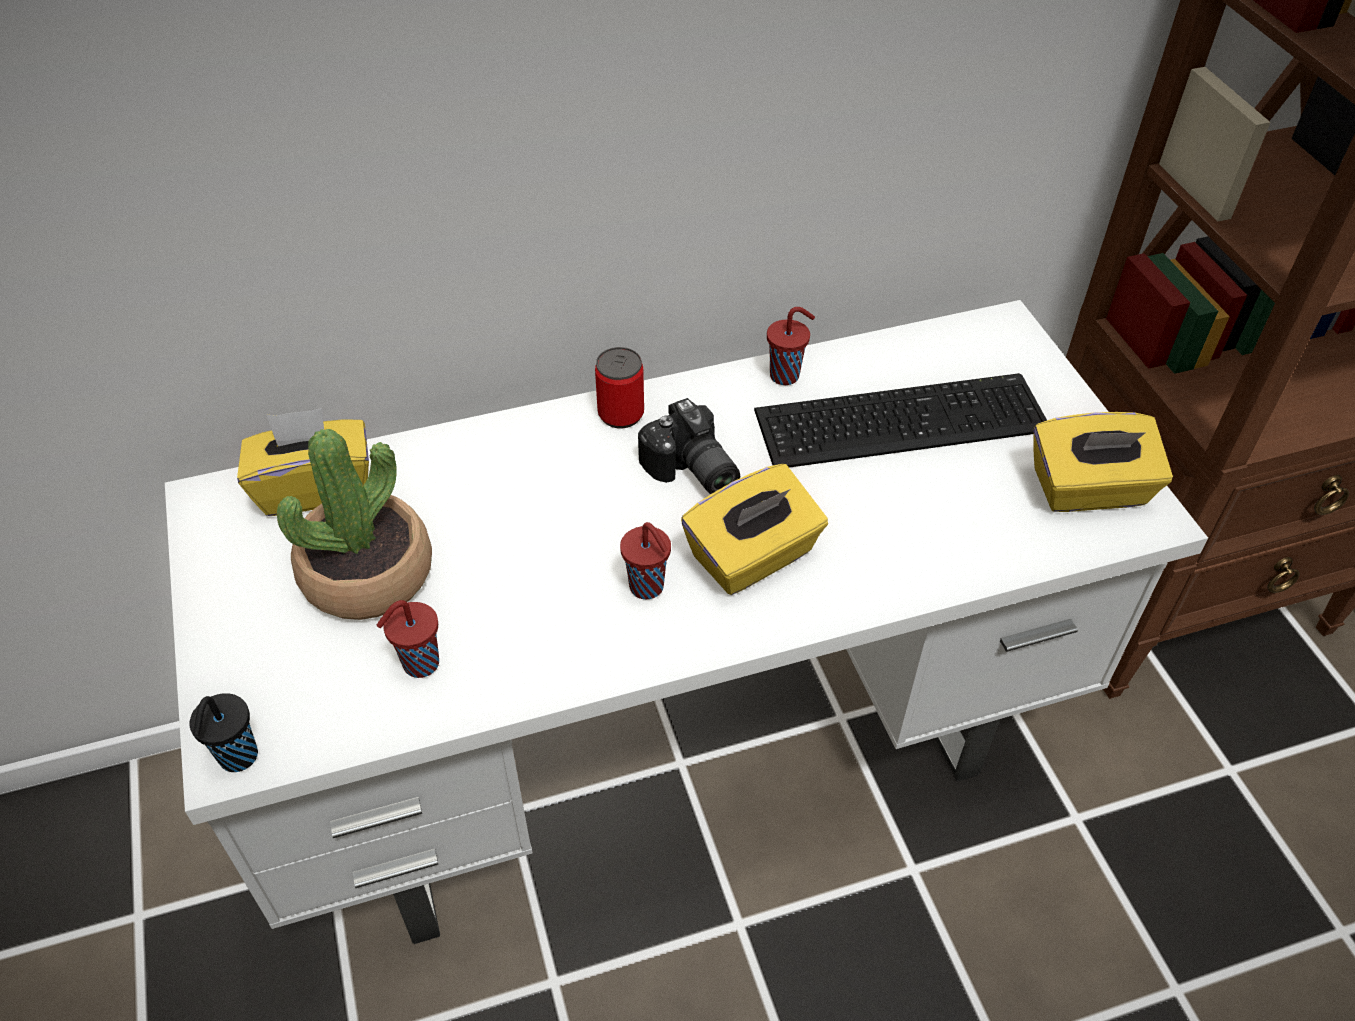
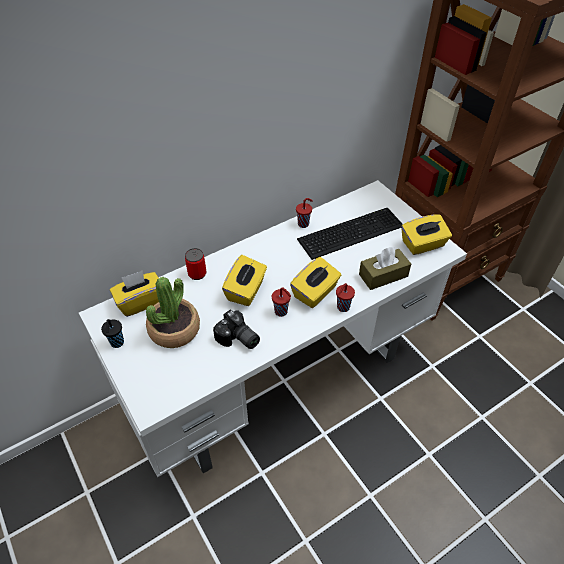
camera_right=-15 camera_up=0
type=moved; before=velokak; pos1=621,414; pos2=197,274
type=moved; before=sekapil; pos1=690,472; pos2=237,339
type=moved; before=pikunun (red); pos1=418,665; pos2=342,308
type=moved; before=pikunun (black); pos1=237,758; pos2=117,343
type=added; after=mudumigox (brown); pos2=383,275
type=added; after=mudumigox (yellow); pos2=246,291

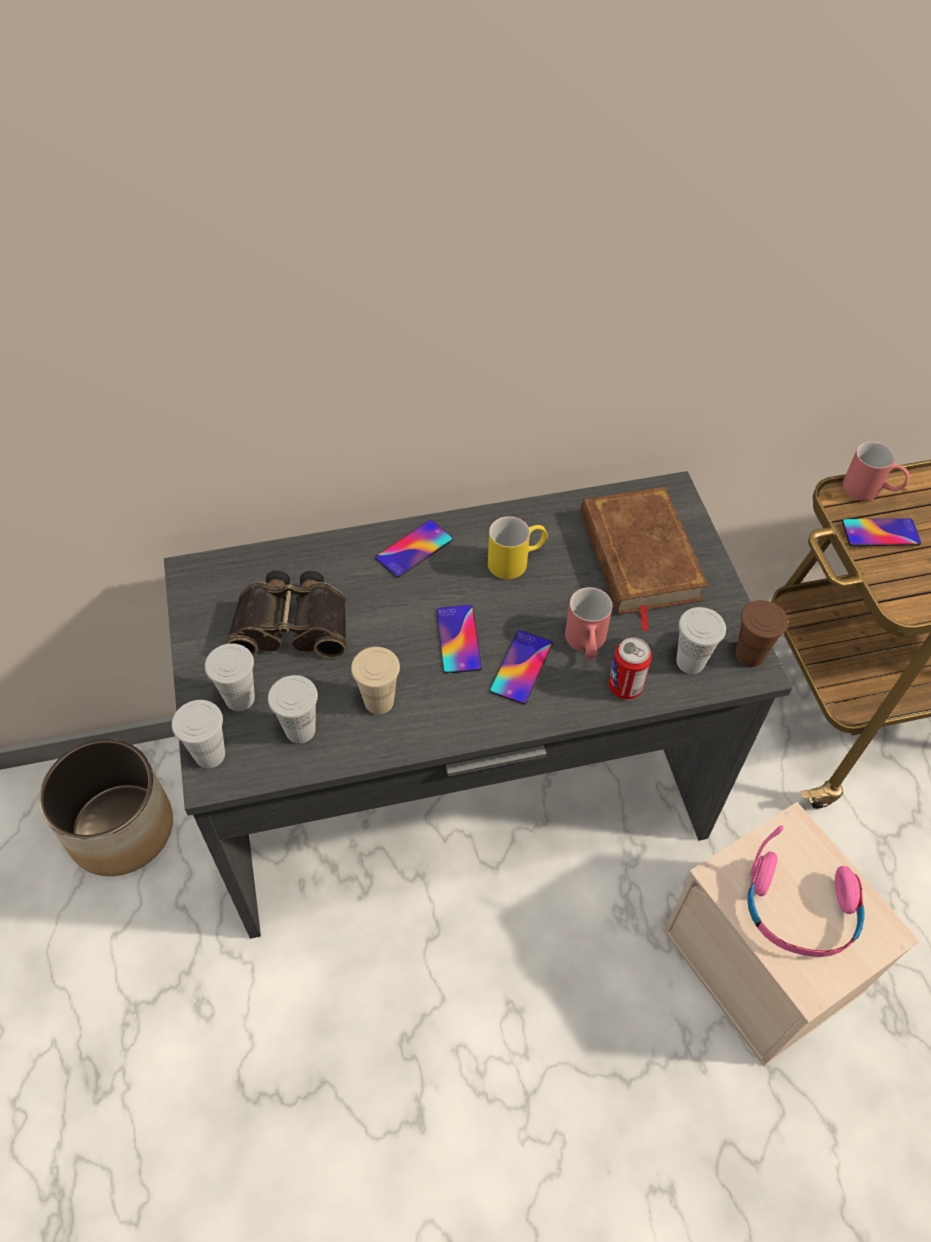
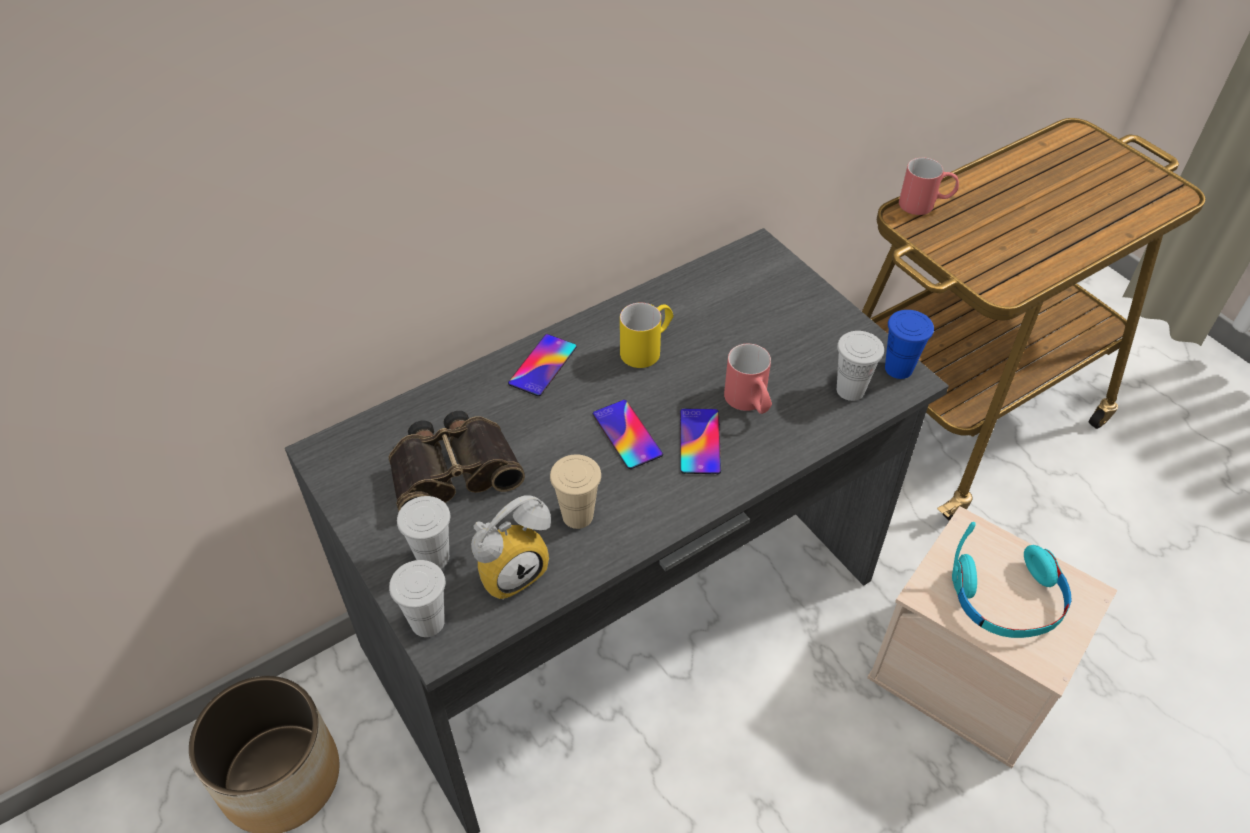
camera_right=-20 camera_up=-5
type=removed; before=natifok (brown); pos1=638,557
type=removed; before=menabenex; pos1=880,533
type=recoloured; before=pikunun (brown); after=pikunun (blue); pos1=749,655; pos2=898,368
type=removed; before=velokak; pos1=625,686
type=replaced; before=pikunun (white); after=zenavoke; pos1=300,730; pos2=511,568
type=recoloured; before=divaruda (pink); after=divaruda (turquoise); pos1=800,911; pos2=1008,600

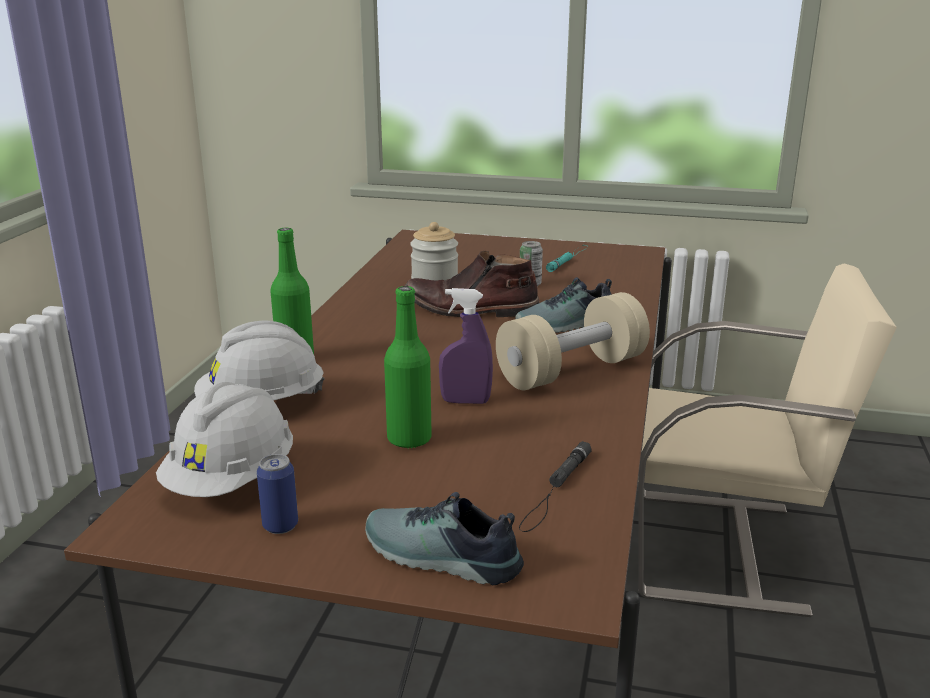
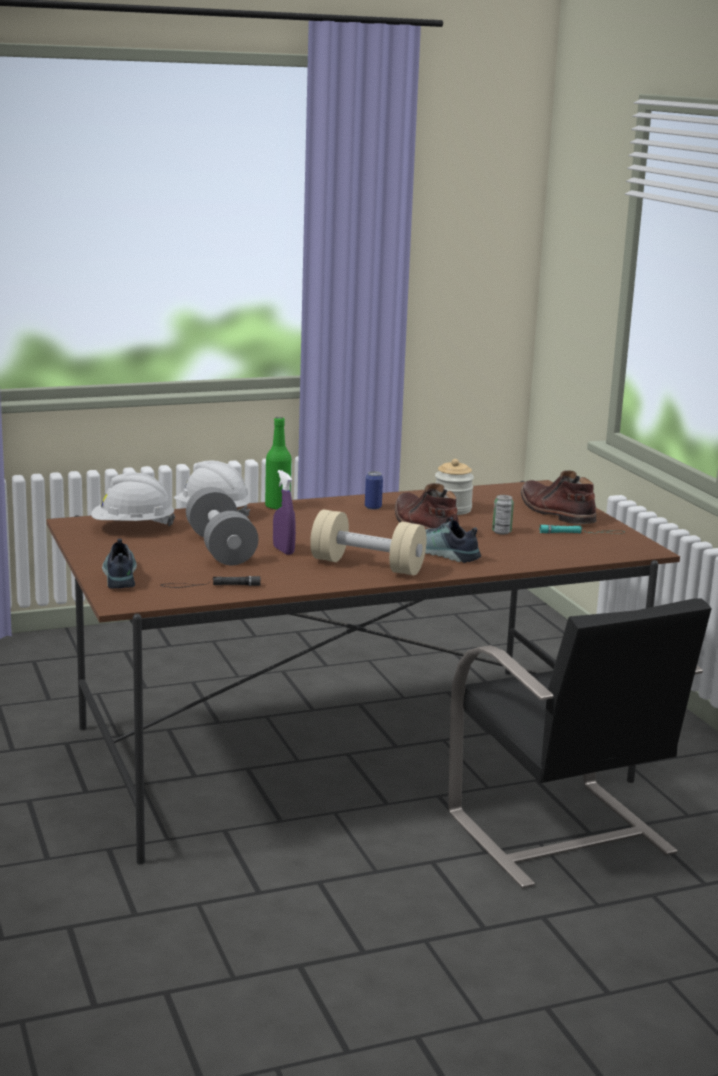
camera_right=55 camera_up=-5
type=recoloured; before=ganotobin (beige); after=ganotobin (black); pos1=721,550; pos2=561,835
type=replaced; before=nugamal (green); after=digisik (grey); pos1=409,439; pos2=221,548
type=moved; before=velokak; pos1=280,525; pos2=373,507
type=added; after=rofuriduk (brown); pos2=555,512

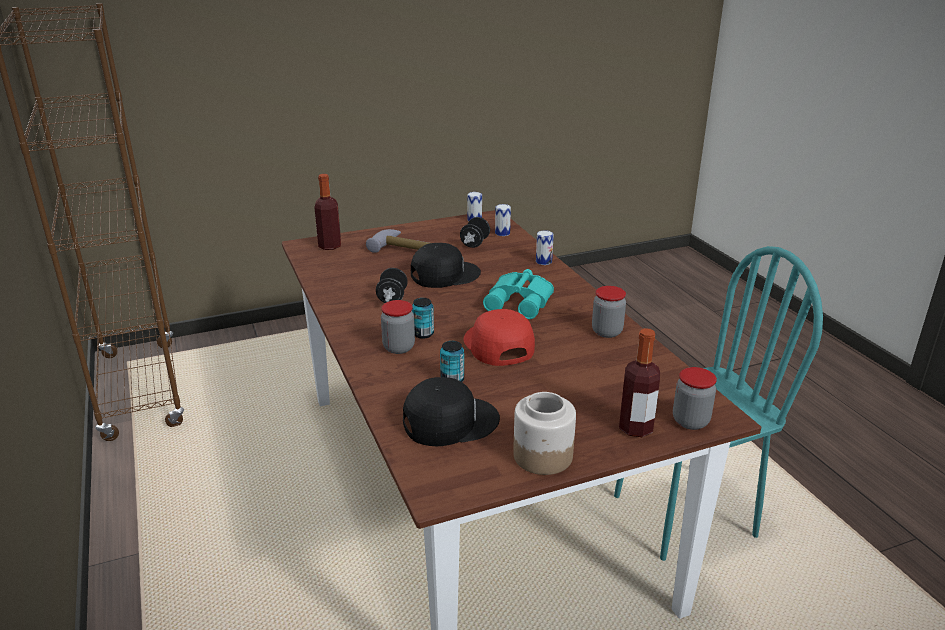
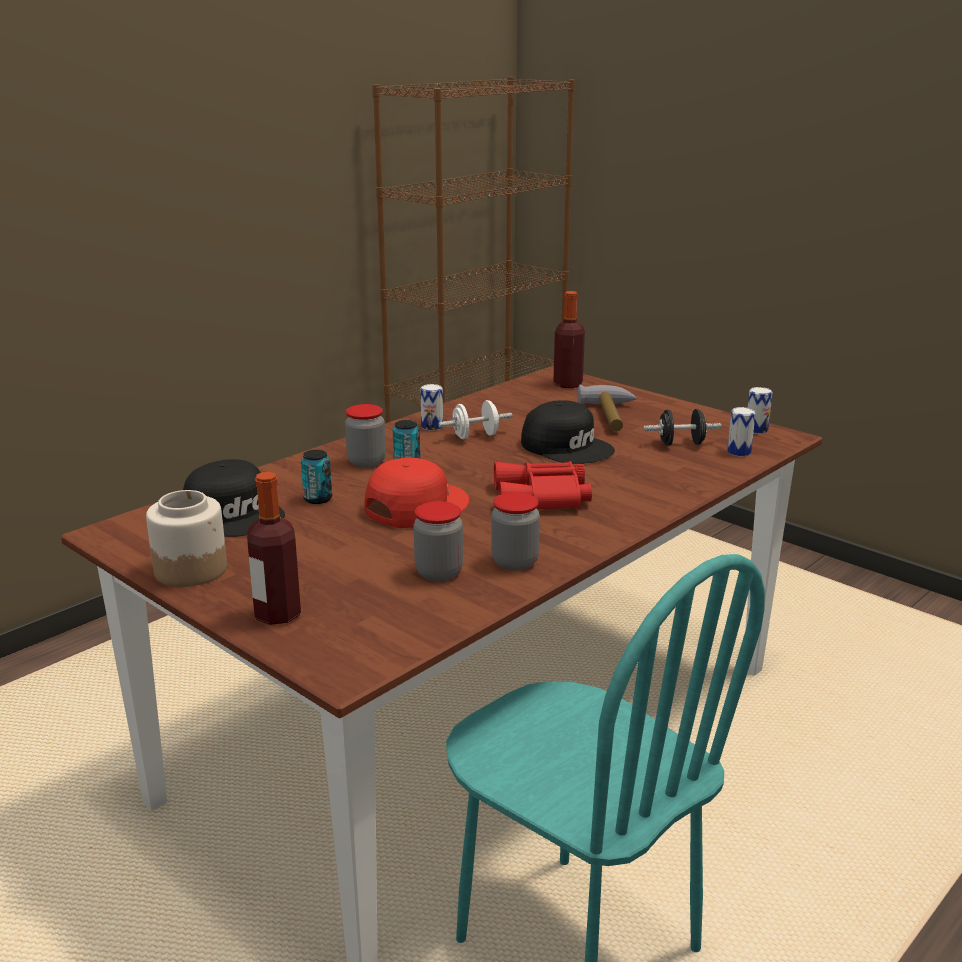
camera_right=65 camera_up=-5
type=moved; before=velokak; pos1=543,261; pos2=432,426
type=recoloured; before=digisik (black); after=digisik (white); pos1=392,298; pos2=475,436
type=recoloured; before=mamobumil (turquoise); after=mamobumil (red); pos1=521,301; pos2=543,498
type=moved; before=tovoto; pos1=690,421; pos2=439,572

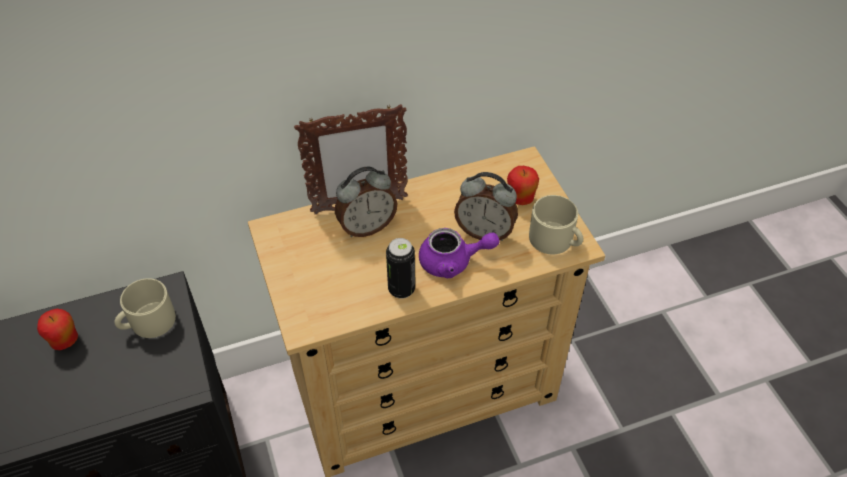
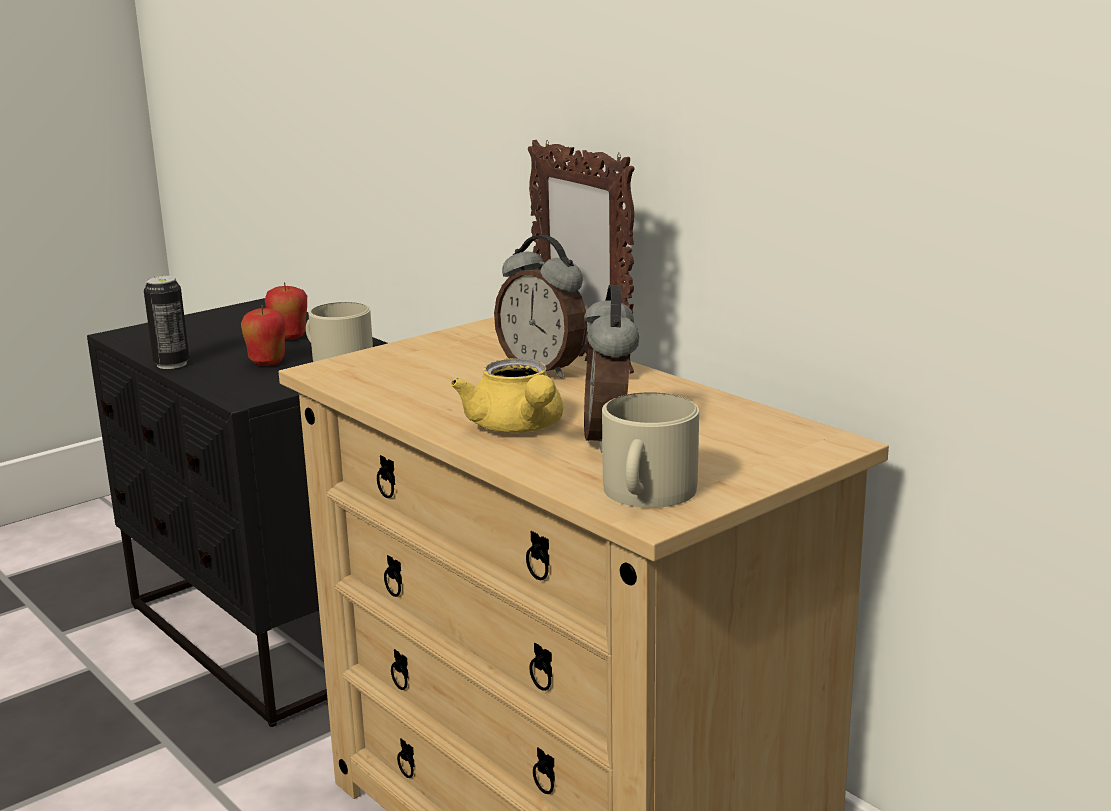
camera_right=70 camera_up=-30
type=moved; before=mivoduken; pos1=520,199; pos2=267,363
type=recoloured; before=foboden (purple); after=foboden (yellow); pos1=453,262; pos2=518,428
type=moved; before=velokak; pos1=401,289; pos2=172,364

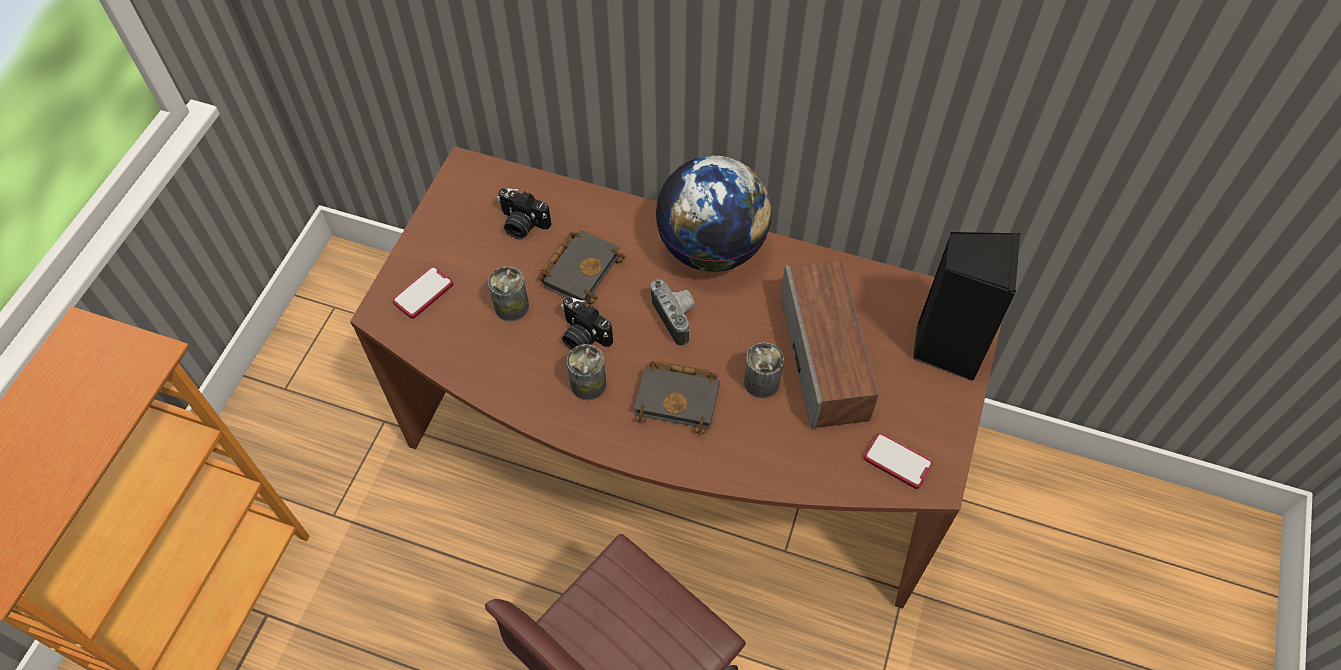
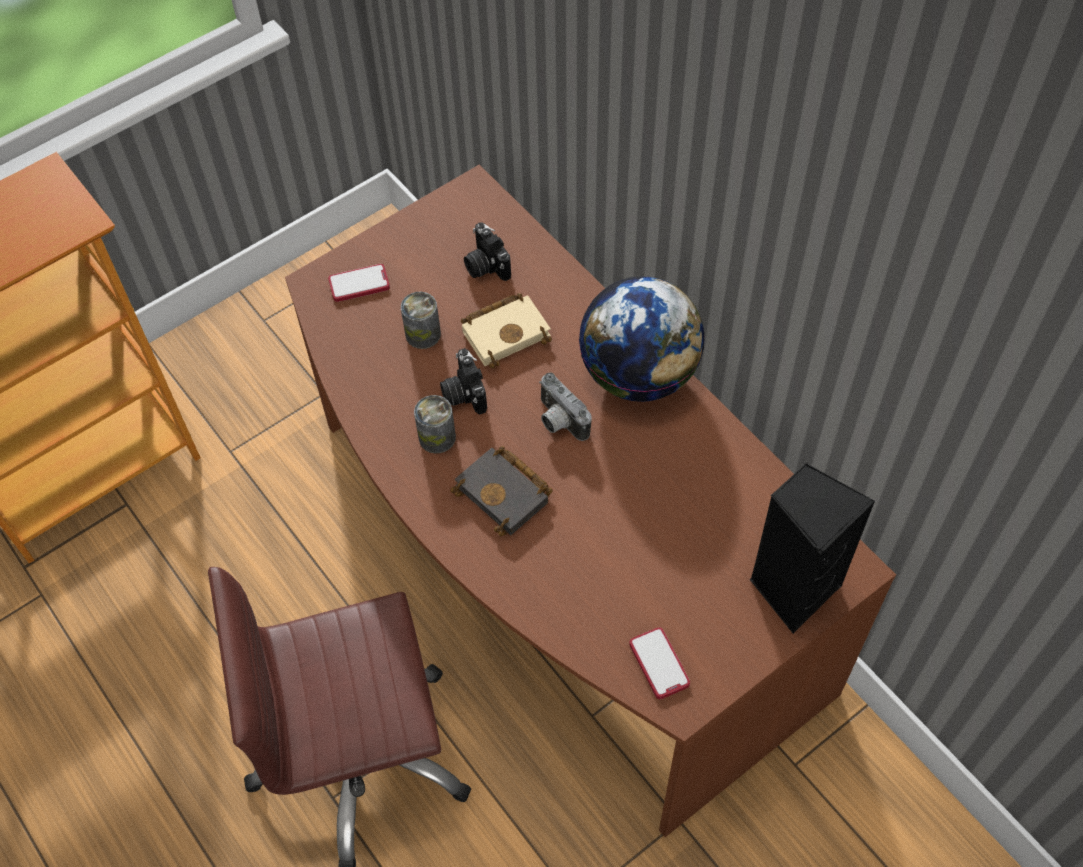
camera_right=35 camera_up=0
type=recoloured; before=natifok (black); after=natifok (beige); pos1=580,268; pos2=506,331
type=removed; before=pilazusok; pos1=824,357
type=turned; before=sekapil; pos1=677,318; pos2=558,421; turn=135
type=removed; before=velokak; pos1=761,382

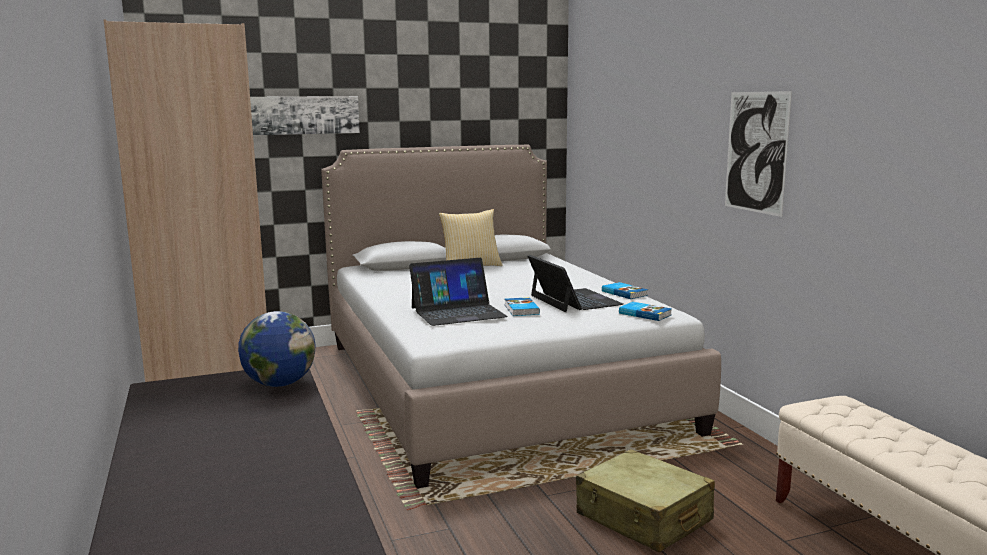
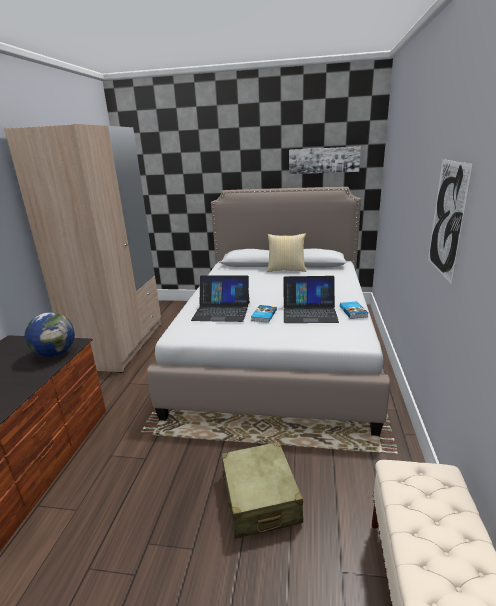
camera_right=30 camera_up=10
type=moved; before=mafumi; pos1=302,115; pos2=323,160
type=turned; before=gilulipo; pos1=574,300; pos2=309,312; turn=90
type=removed; before=natifok; pos1=645,314

